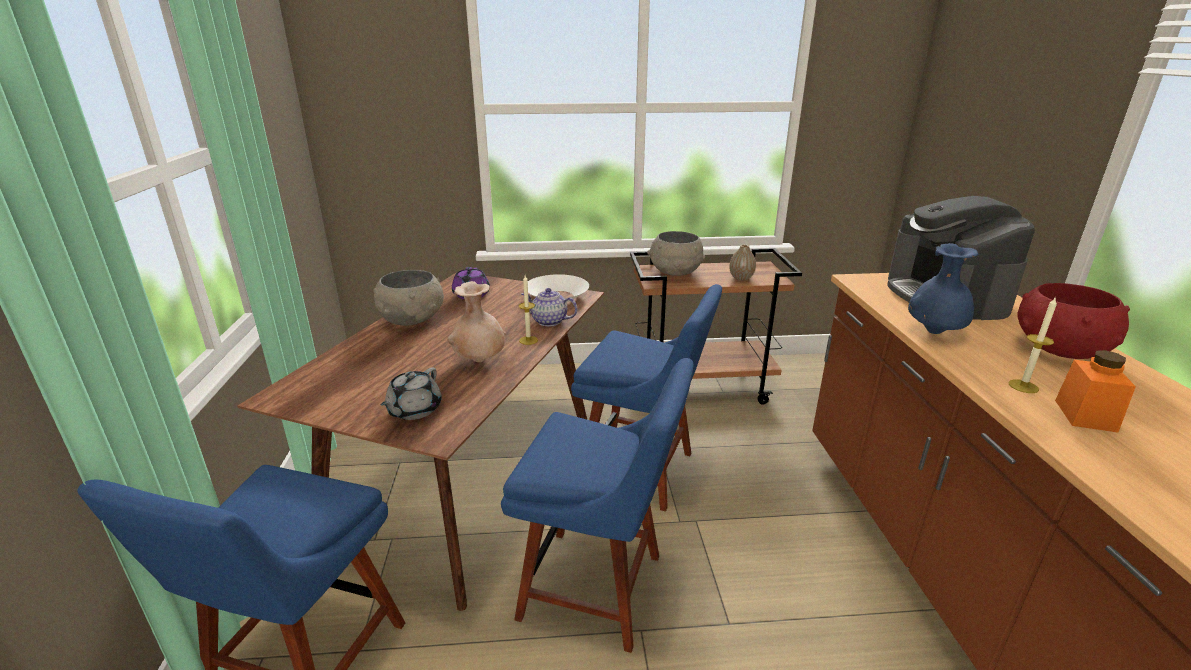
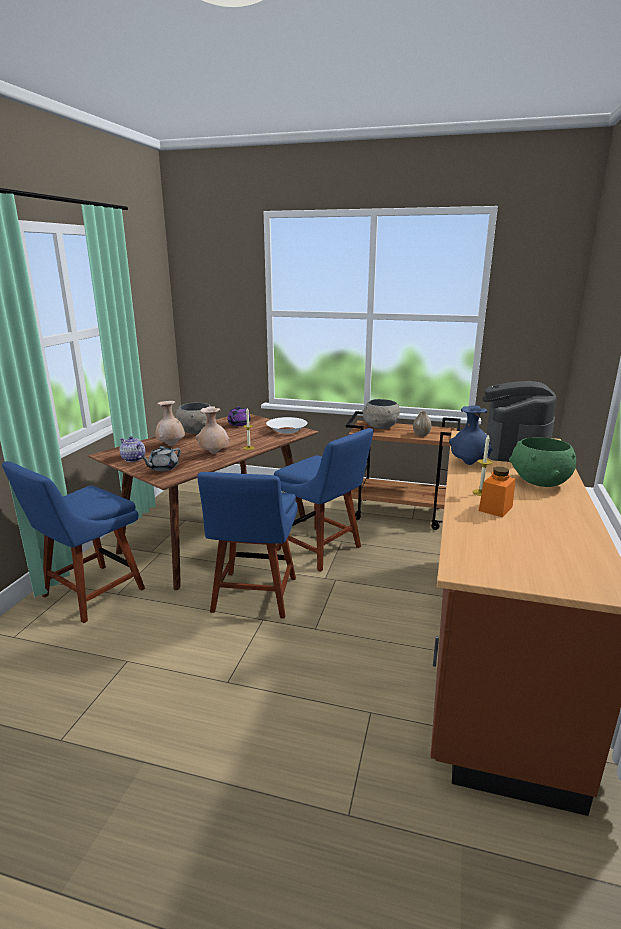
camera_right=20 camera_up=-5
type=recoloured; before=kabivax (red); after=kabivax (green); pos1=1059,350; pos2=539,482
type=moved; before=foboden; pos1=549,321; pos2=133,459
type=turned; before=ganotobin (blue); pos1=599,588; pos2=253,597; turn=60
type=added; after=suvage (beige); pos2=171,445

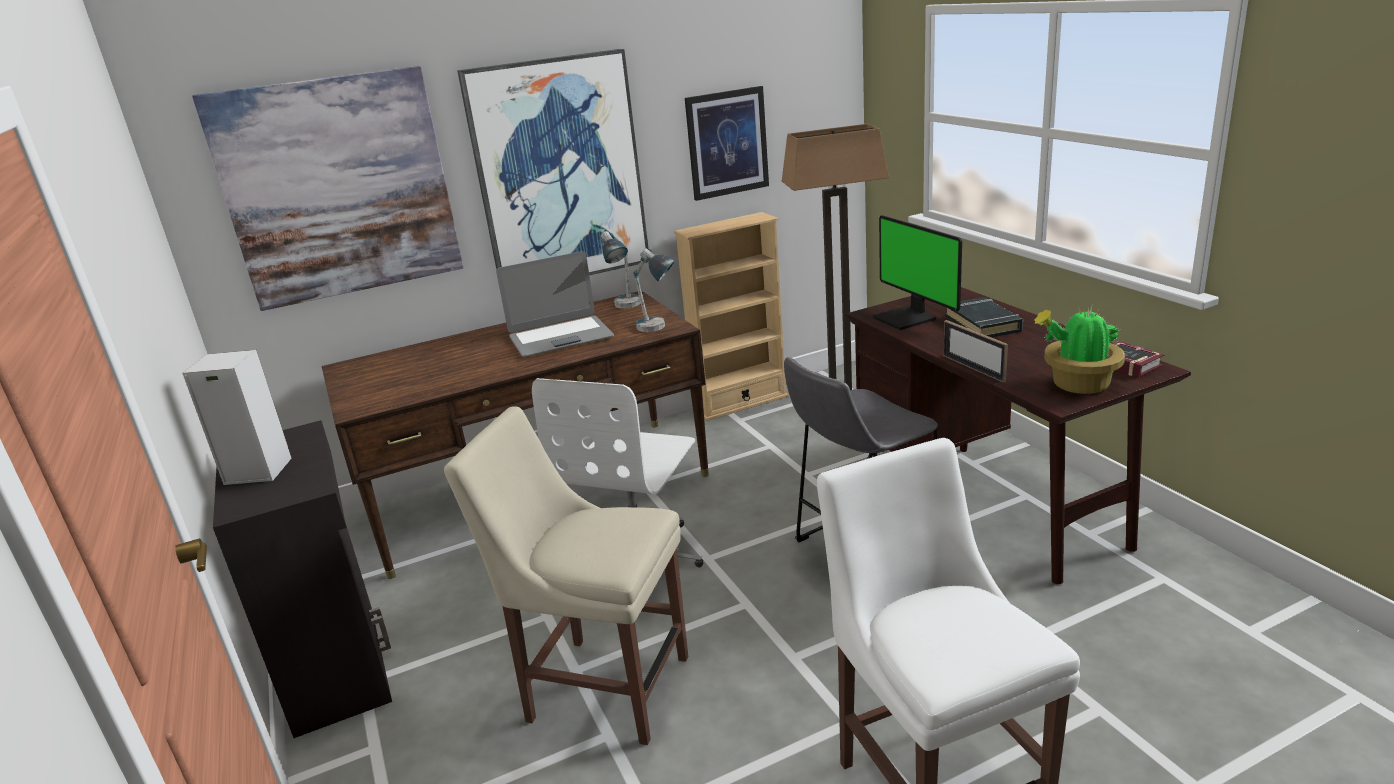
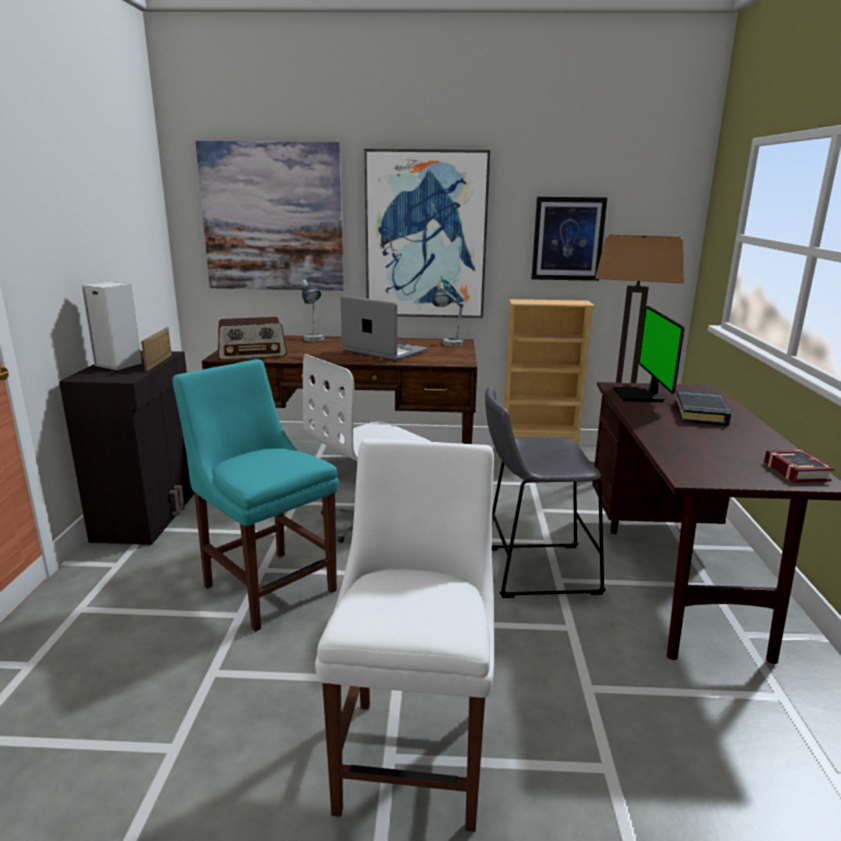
camera_right=25 camera_up=-5
type=moved; before=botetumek; pos1=657,330; pos2=313,341
type=turned; before=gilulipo; pos1=560,337; pos2=384,351; turn=-150
type=removed; before=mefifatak; pos1=1078,385
type=moved; before=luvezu; pos1=973,368; pos2=159,362
type=recoloured; before=ganotobin (beige); after=ganotobin (turquoise); pos1=601,686; pos2=267,585
type=added; after=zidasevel; pos2=252,354

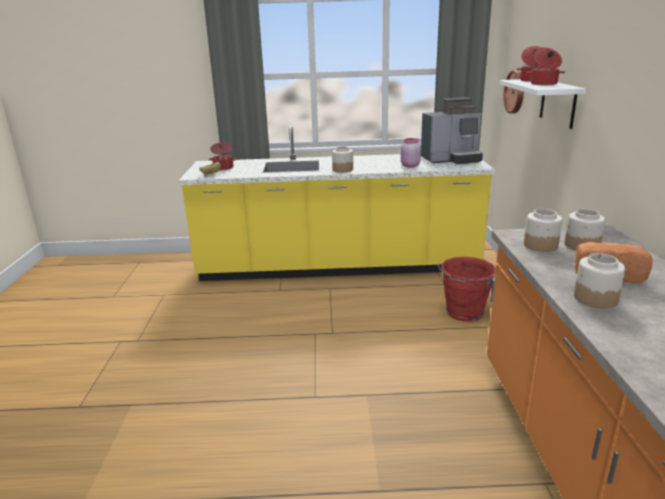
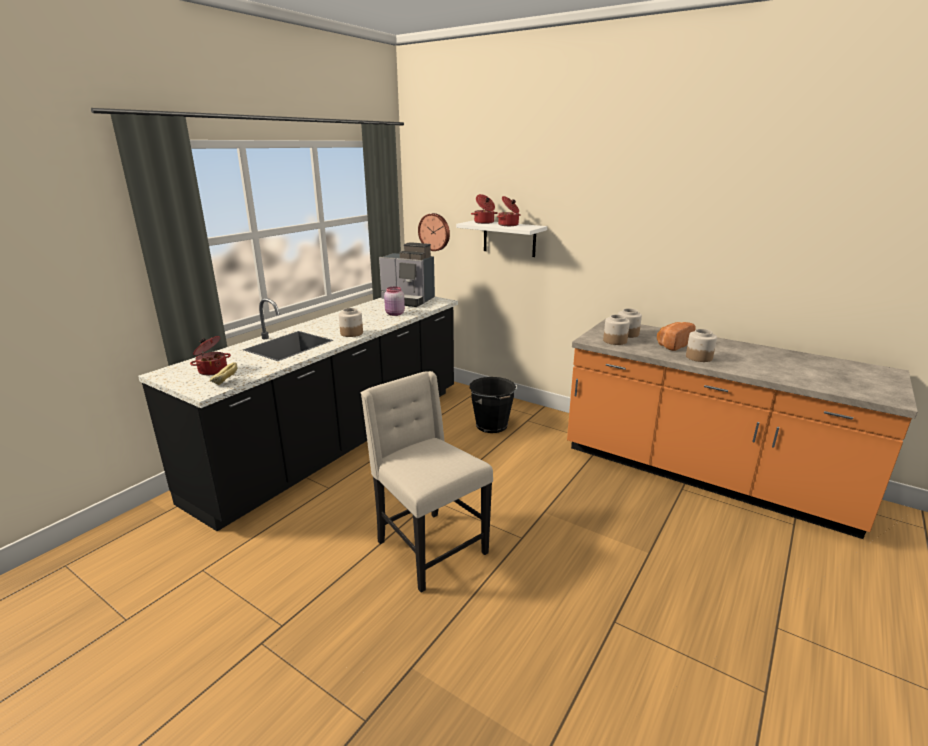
camera_right=-55 camera_up=0
type=turned; before=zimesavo; pos1=452,159; pos2=408,300; turn=90
type=recoloured; before=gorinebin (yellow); after=gorinebin (black); pos1=338,267; pos2=340,441
type=recoloured; before=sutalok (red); after=sutalok (black); pos1=463,313; pos2=492,426
type=added; after=ganotobin (beige); pos2=428,548

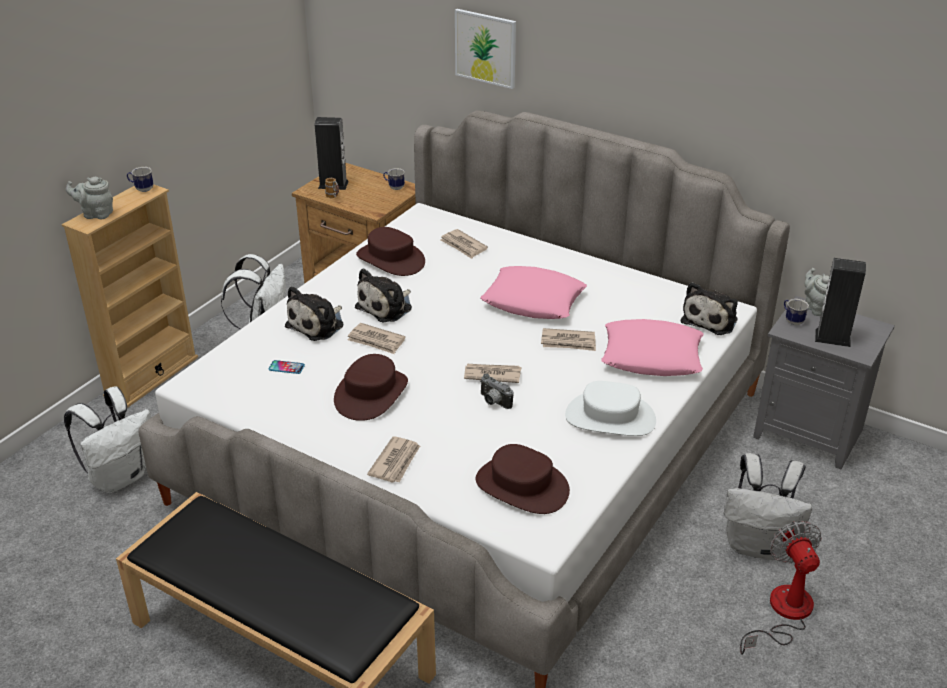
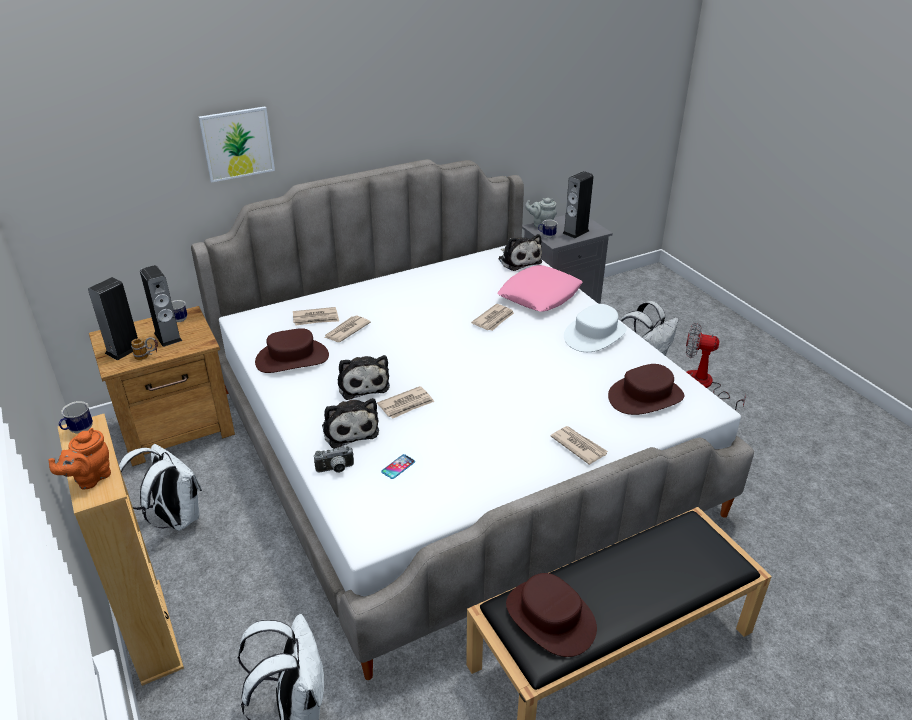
camera_right=-60 camera_up=0
type=recoloured; before=foboden (grey); after=foboden (orange); pos1=96,214; pos2=90,478
type=removed; before=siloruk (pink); pos1=533,301
type=moved; before=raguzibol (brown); pos1=371,394; pos2=549,618
type=moved; before=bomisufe; pos1=492,374; pos2=346,331
type=moved; before=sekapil; pos1=493,402; pos2=335,470
type=added; after=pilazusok; pos2=168,337

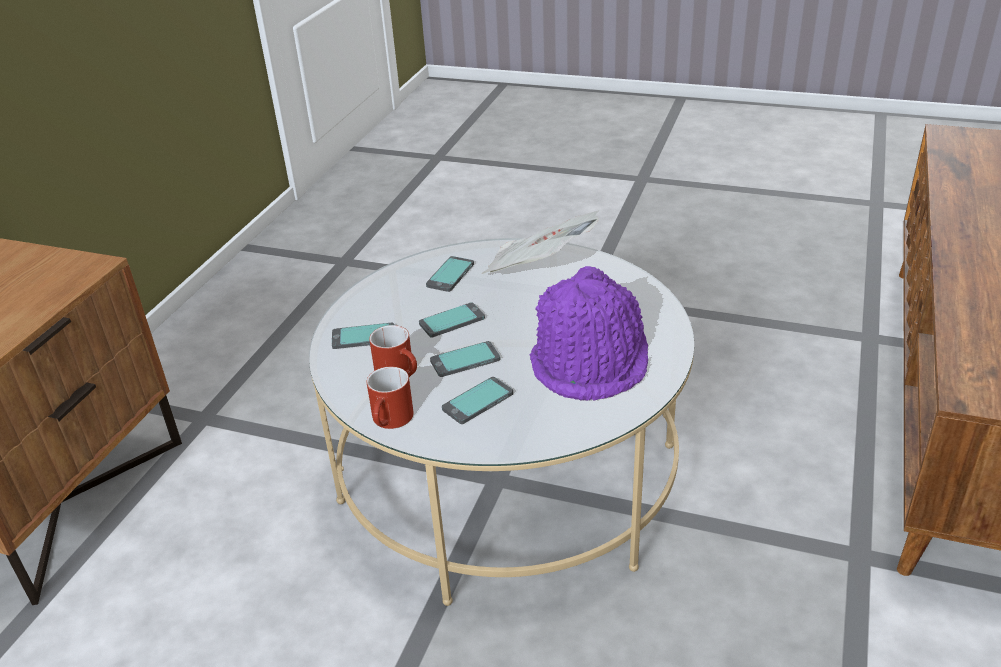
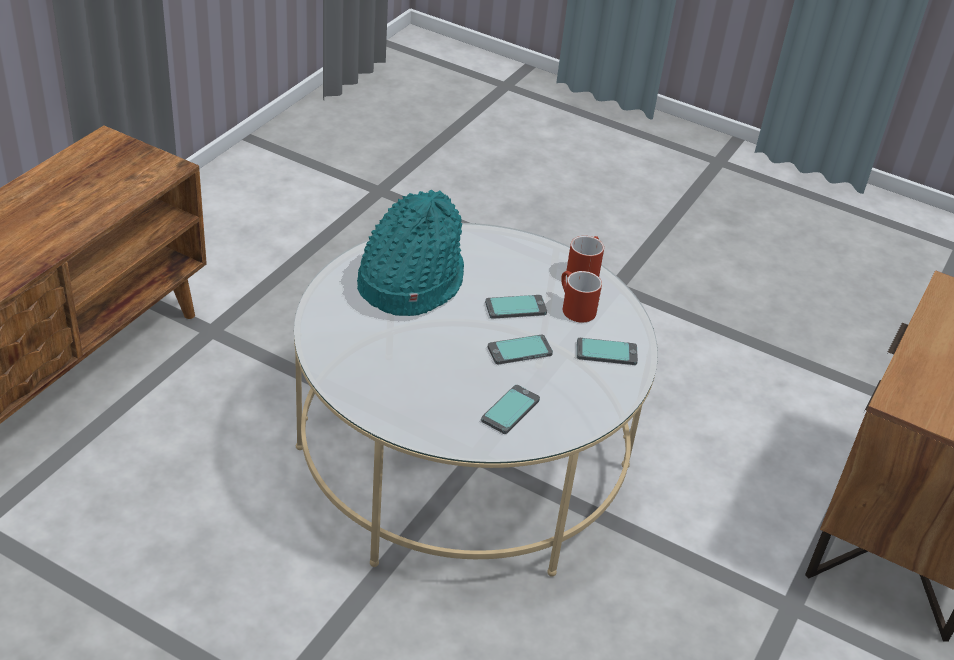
camera_right=-175 camera_up=5
type=removed; before=bomisufe; pos1=540,270
type=recoloured; before=raguzibol (purple); after=raguzibol (turquoise); pos1=590,362; pos2=409,282
type=removed; before=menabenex; pos1=478,402

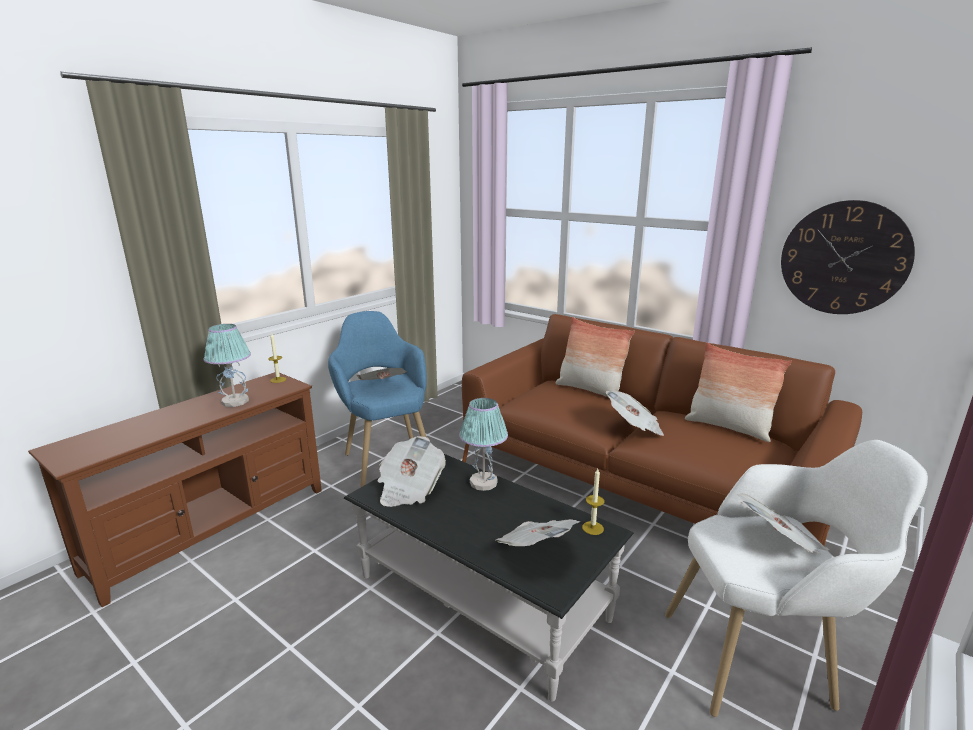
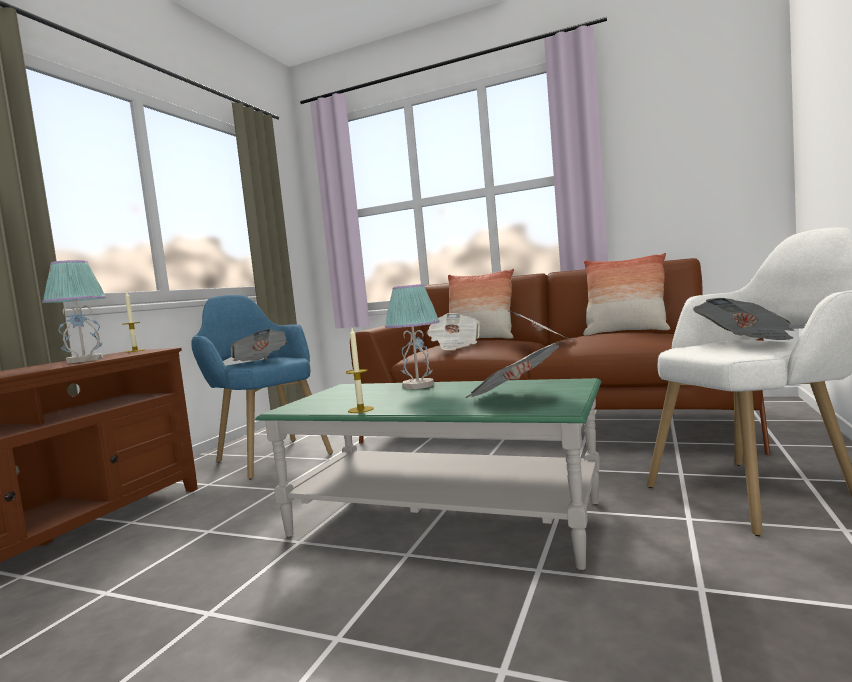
camera_right=-15 camera_up=-15
type=removed; before=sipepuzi; pos1=844,258
type=moved; before=bomisufe; pos1=409,488; pos2=455,346
type=recoloured; before=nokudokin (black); after=nokudokin (green); pos1=482,597; pos2=443,518
type=moved; before=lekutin; pos1=592,528; pos2=360,410

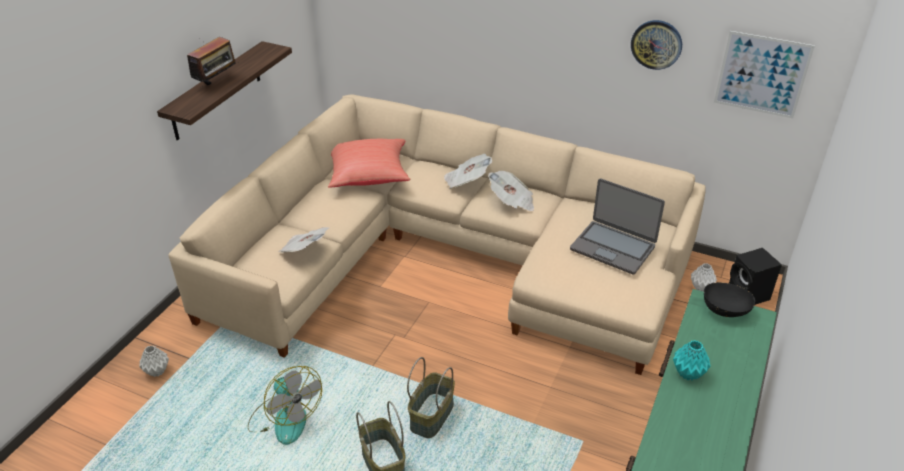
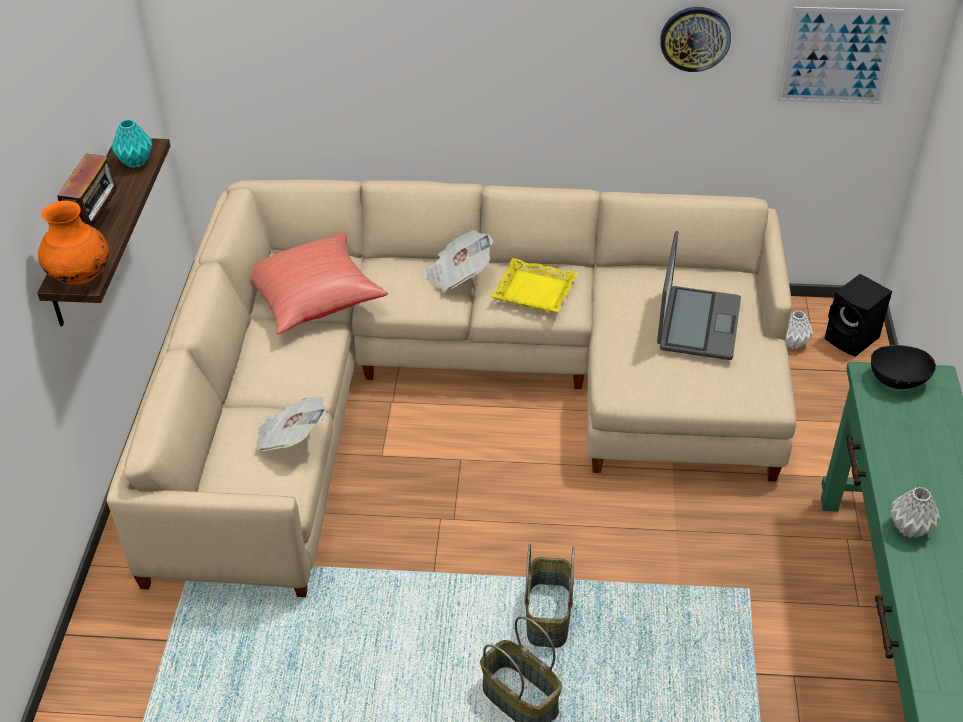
camera_right=-20 camera_up=5
type=replaced; before=bomisufe; after=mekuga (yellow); pos1=512,202; pos2=535,291
type=turned; before=gilulipo; pos1=613,247; pos2=697,324; turn=-90
type=moved; before=suvage (turquoise); pos1=688,373; pos2=136,162
type=moved; before=suvage (grey); pos1=157,371; pos2=910,528
type=removed; before=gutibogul; pos1=284,418
type=added; after=suvage (orange); pos2=81,277

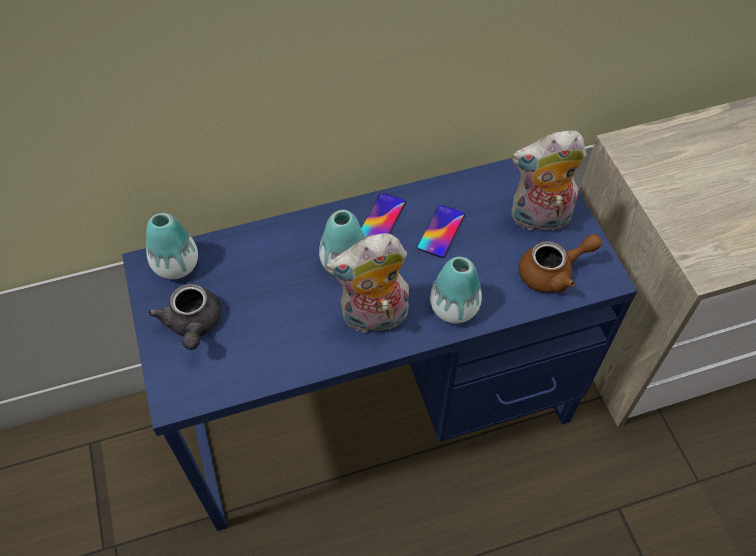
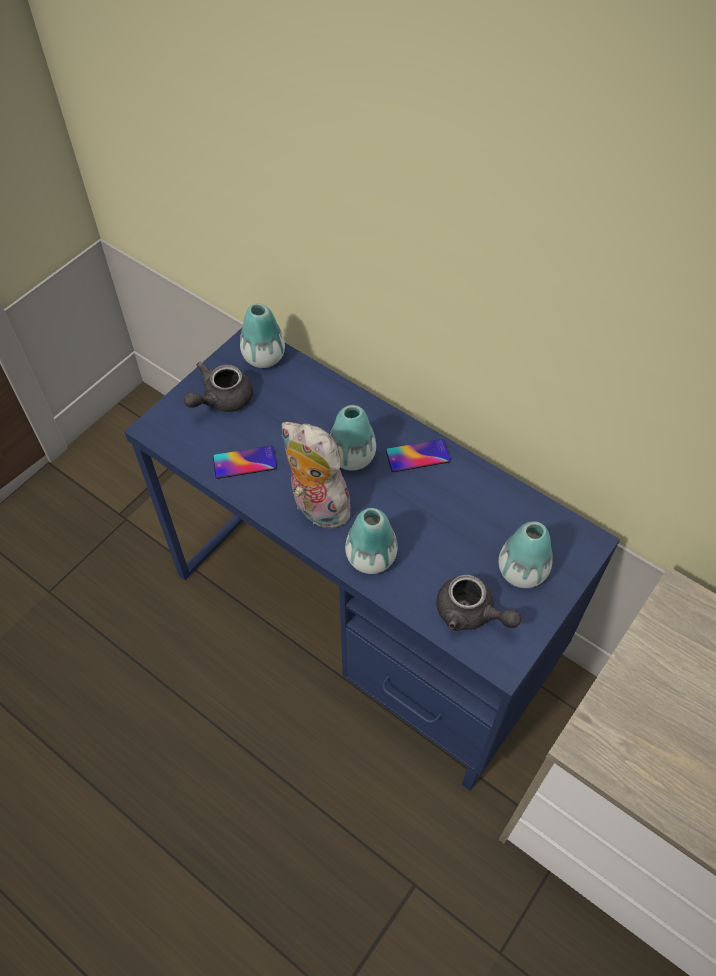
camera_right=55 camera_up=0
type=replaced; before=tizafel; after=suvage; pos1=539,219; pos2=522,571
type=moved; before=menabenex; pos1=441,231; pos2=245,462
type=recoloured; before=foboden (brown); after=foboden (grey); pos1=553,272; pos2=471,614

